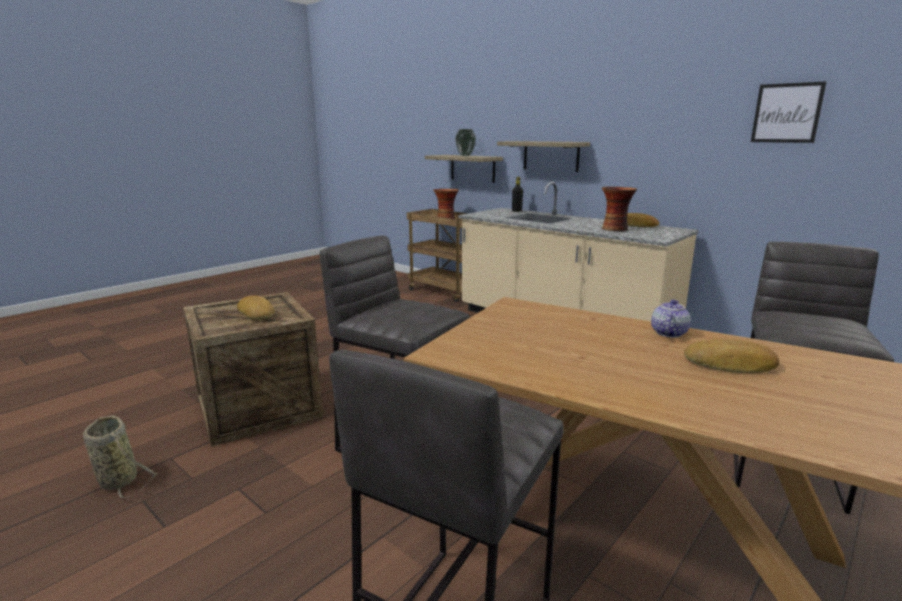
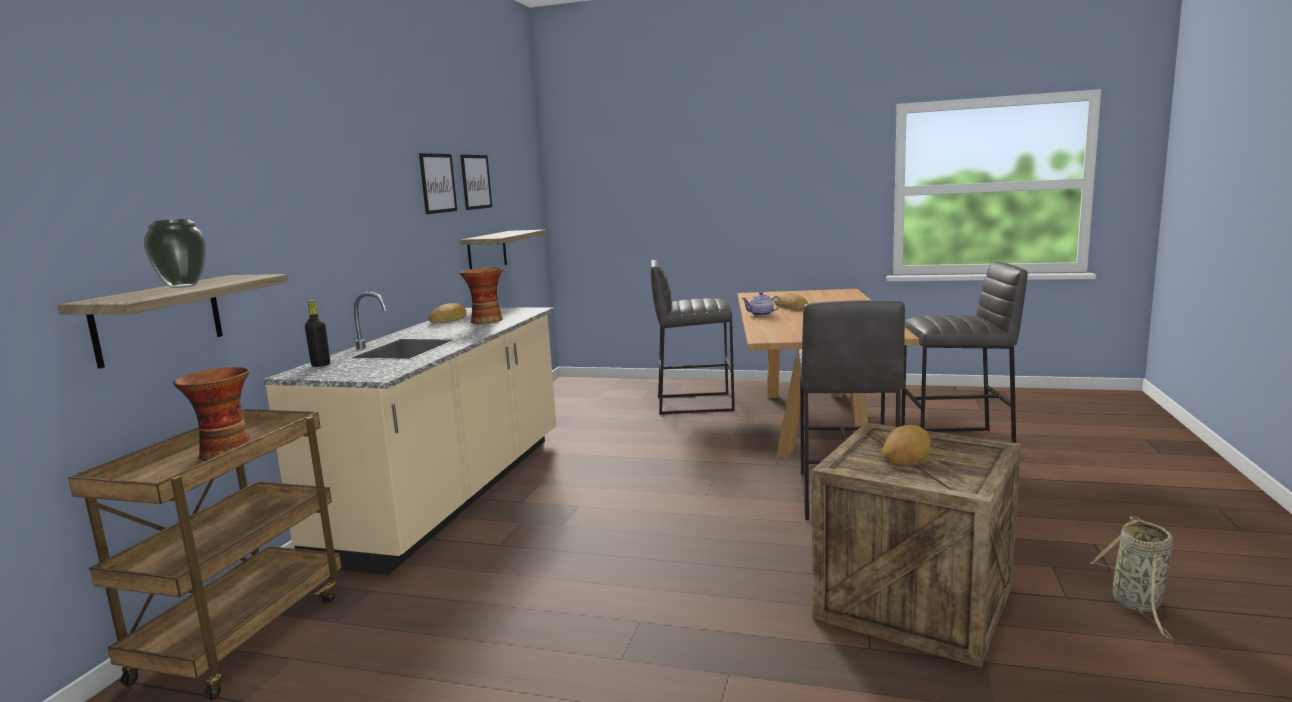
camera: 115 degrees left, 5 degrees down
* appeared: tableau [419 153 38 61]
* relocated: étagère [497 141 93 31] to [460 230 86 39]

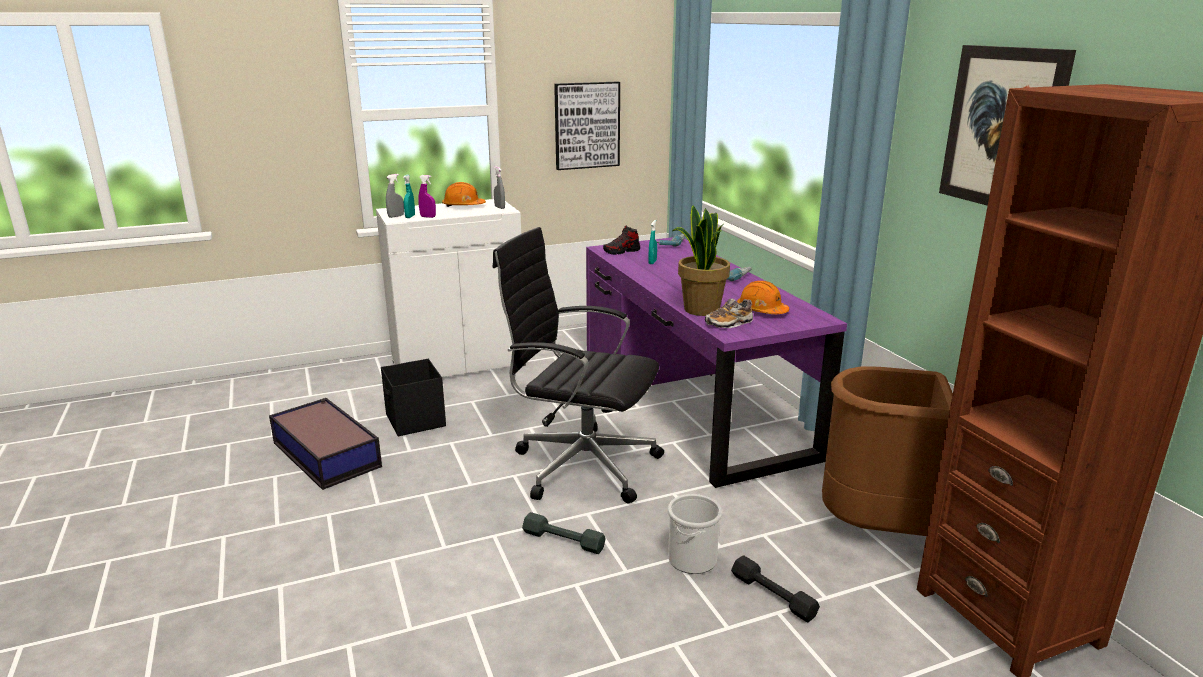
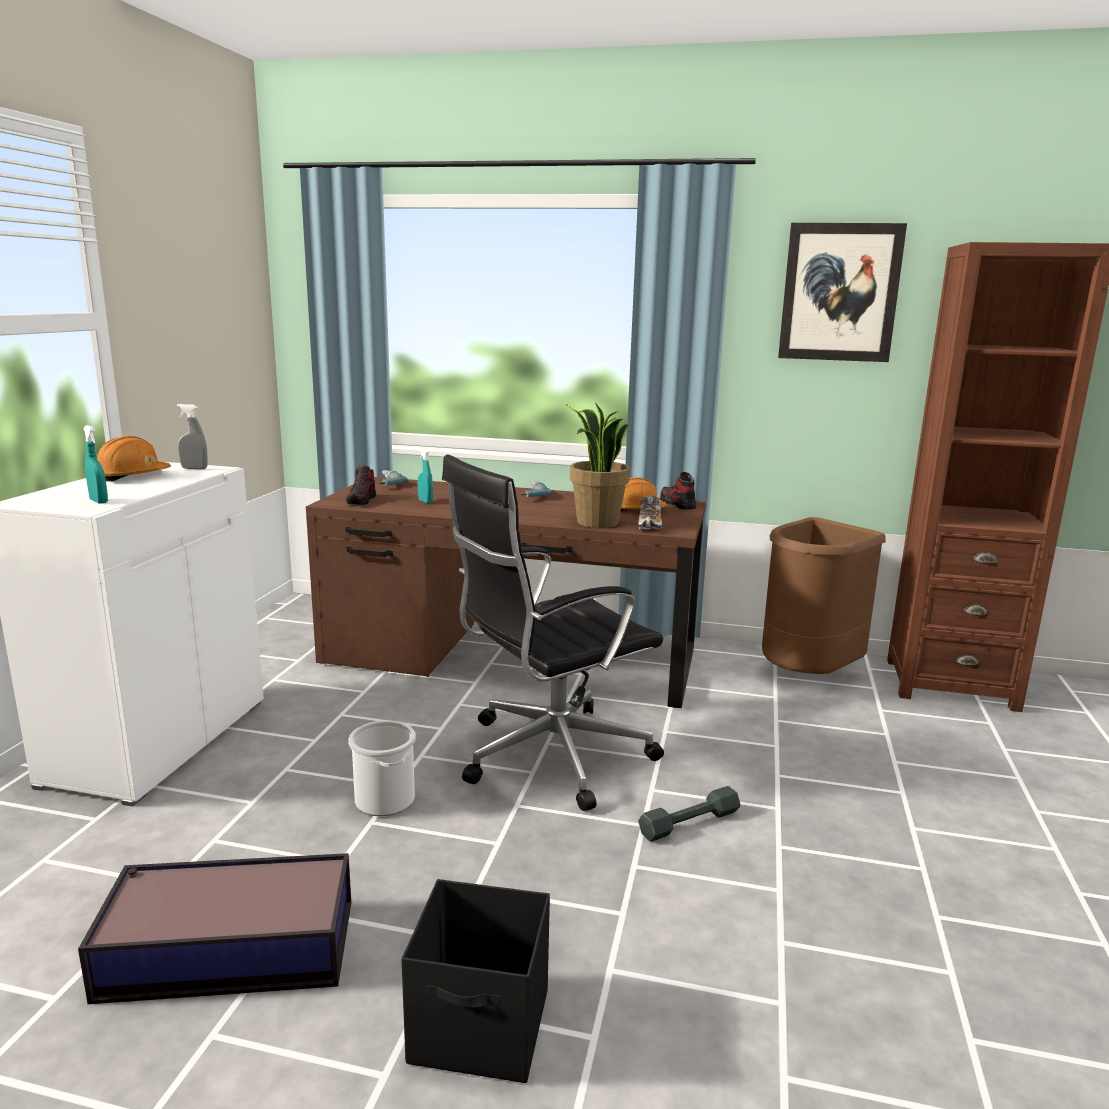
camera: 55 degrees left, 5 degrees down
* colour: bureau (violet) [586 237 261 251] to bureau (marron) [306 477 400 231]
* relocated: seau [668 494 55 80] to [348 720 68 96]
* relocated: boîte de rangement (noir) [381 359 65 77] to [402 879 148 204]
* appeared: chaussure [660 472 36 38]
* missing: vaporisateur (gris) [386 174 18 44]
* missing: vaporisateur (violet) [418 175 18 43]
* missing: tableau [554 82 66 88]
* missing: haltère (noir) [731 555 89 67]

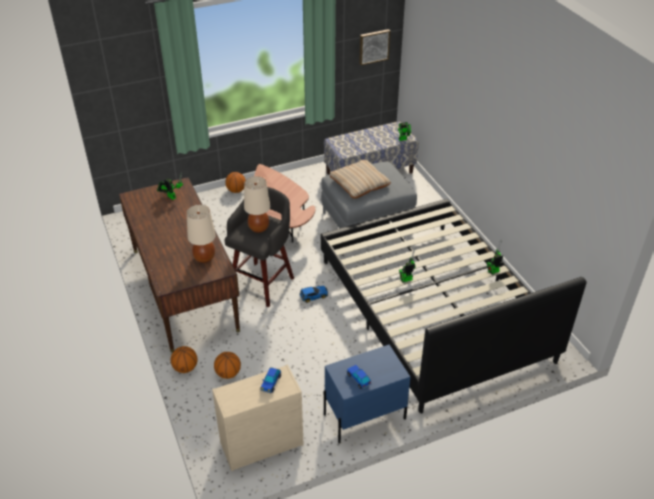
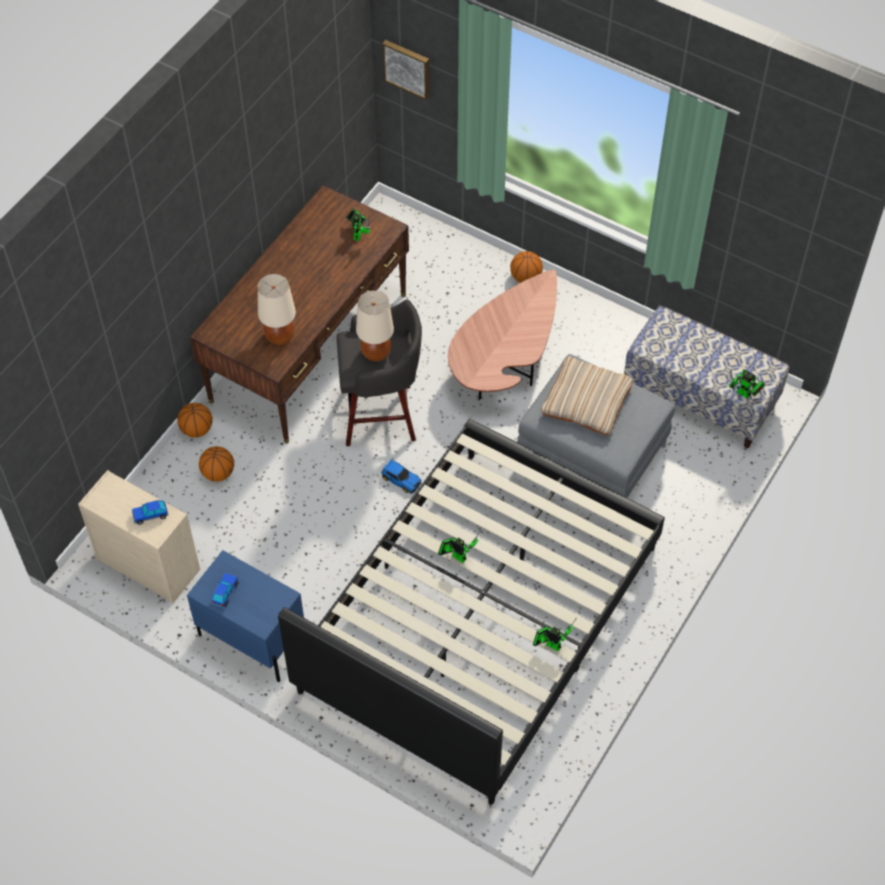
camera: 55 degrees right, 15 degrees up
* relocated: tableau [359 29 31 36] to [382 40 48 60]

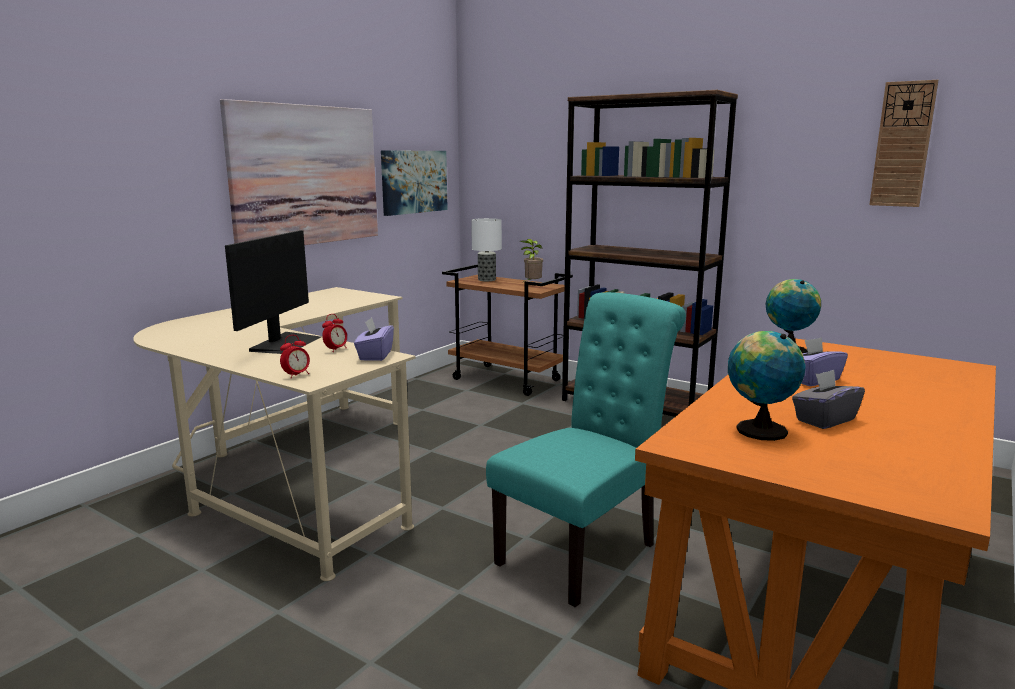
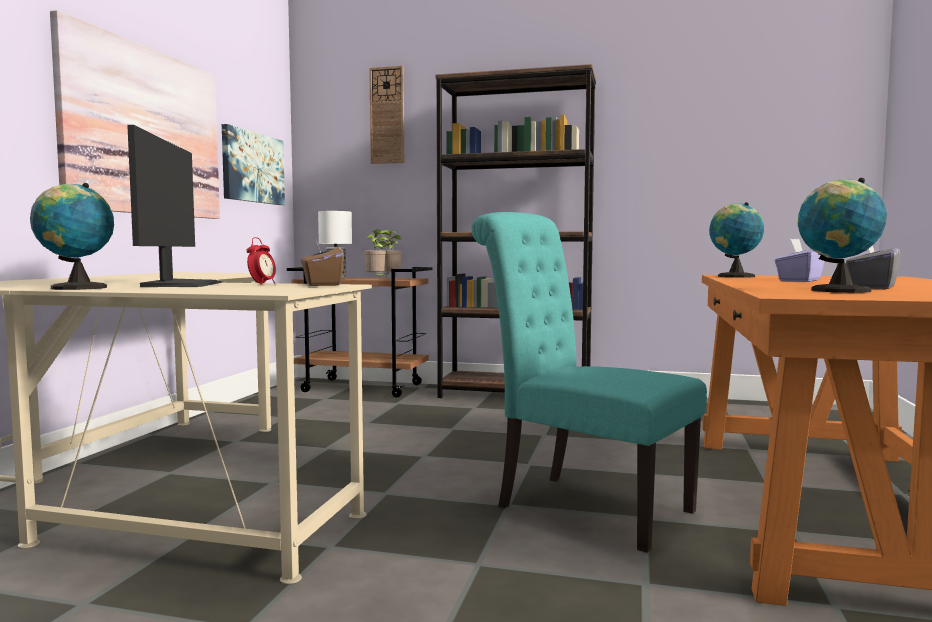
camera: 20 degrees left, 10 degrees down
* appeared: globe [30 183 84 107]
* colour: boîte à mouchoirs (violet) [354 317 40 44] to boîte à mouchoirs (marron) [301 238 43 48]
* appeared: plante en pot [364 229 25 48]
* relocated: horloge murale [869 80 69 127] to [369 66 35 98]
* spun: chaise (turquoise) [486 292 200 315] = [472 212 235 341] 75 degrees counterclockwise
* missing: réveil [280 335 30 44]

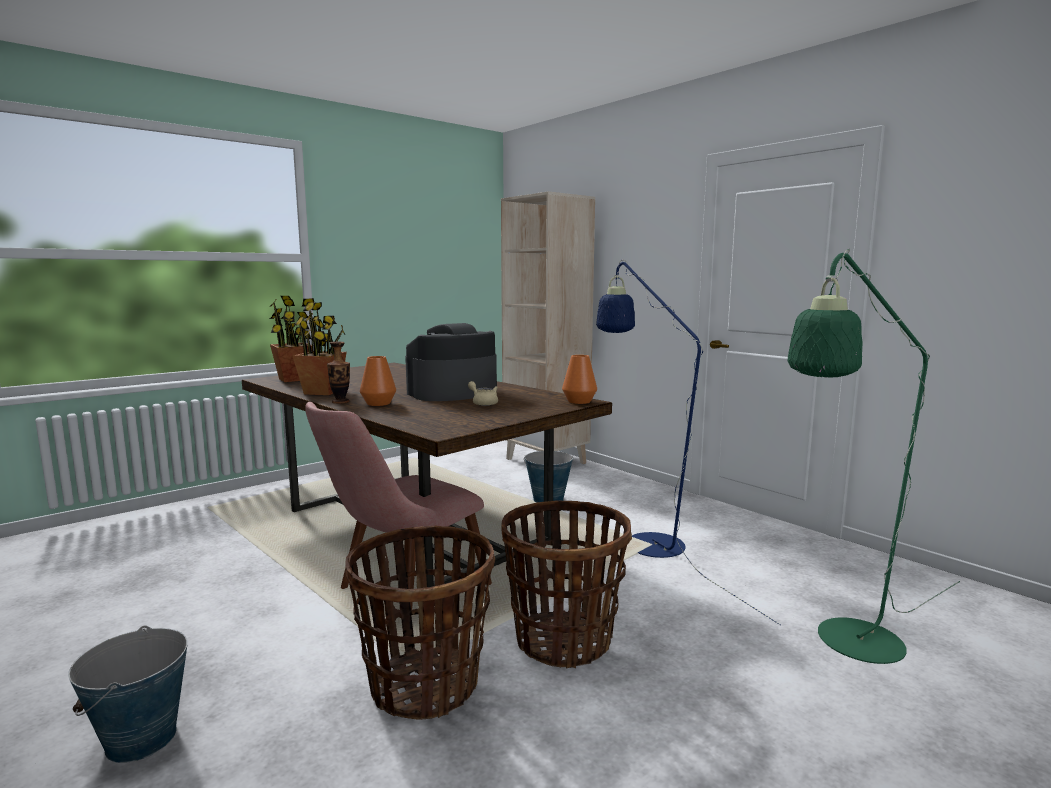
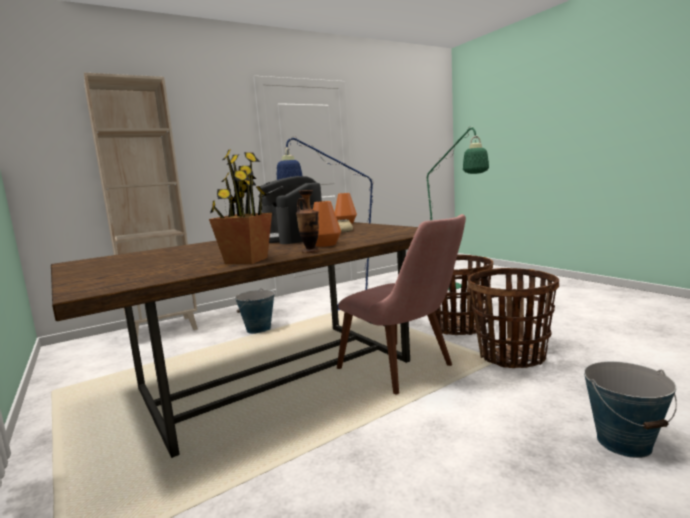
camera: 80 degrees left, 0 degrees up
* missing: plante en pot [269 296 43 86]

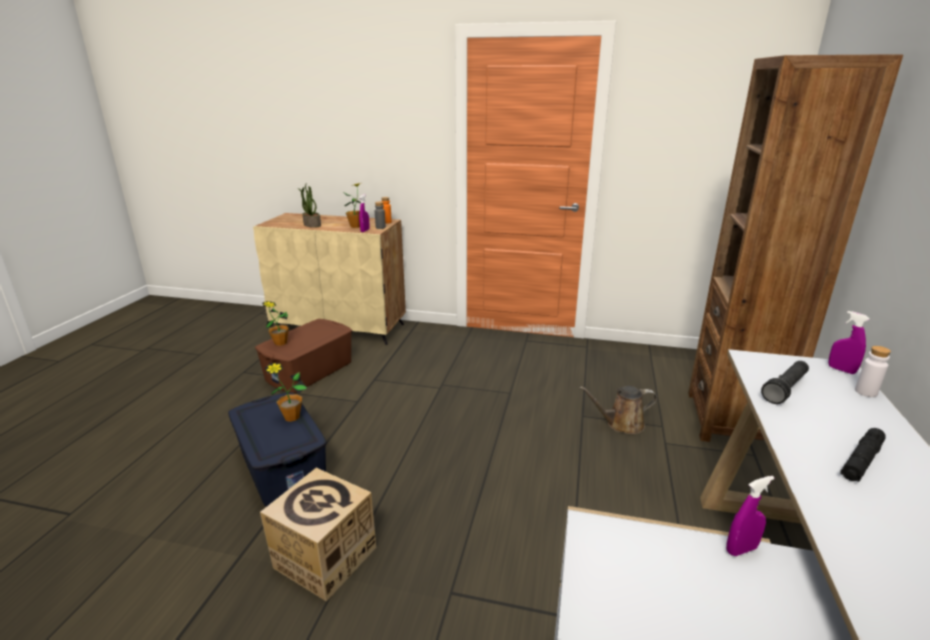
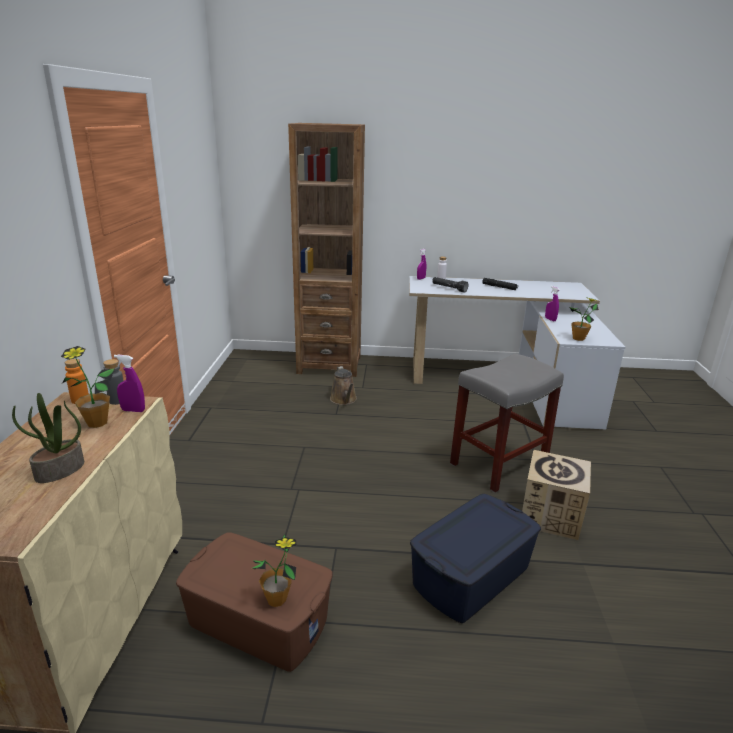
camera: 100 degrees left, 0 degrees up
* appeared: tabouret (gris) [450 354 114 139]
* relocated: plante en pot [265 363 42 59] to [569 298 30 43]

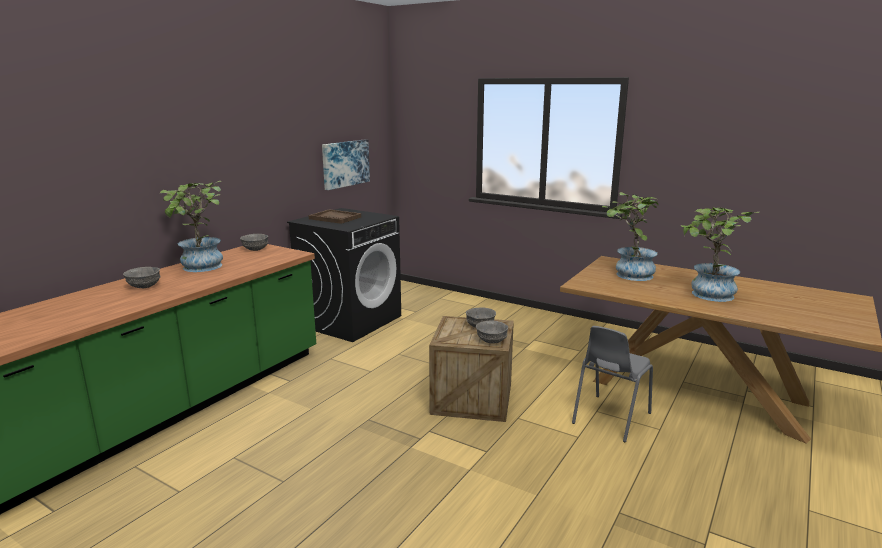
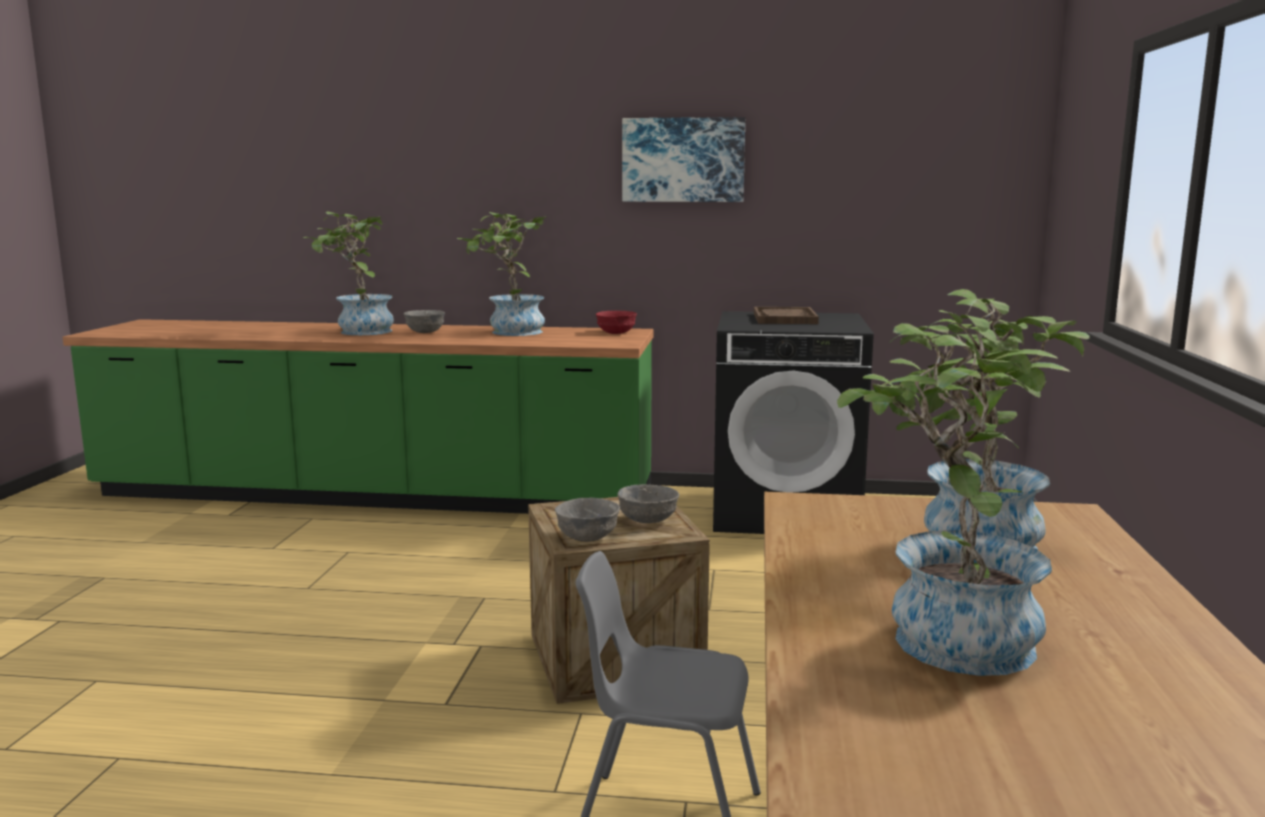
camera: 65 degrees right, 5 degrees down
* appeared: plante en pot [303 211 91 124]
* colour: bol (gris) [240 234 28 17] to bol (rouge) [596 311 41 23]
* relocated: tableau [322 139 48 51] to [622 117 123 85]

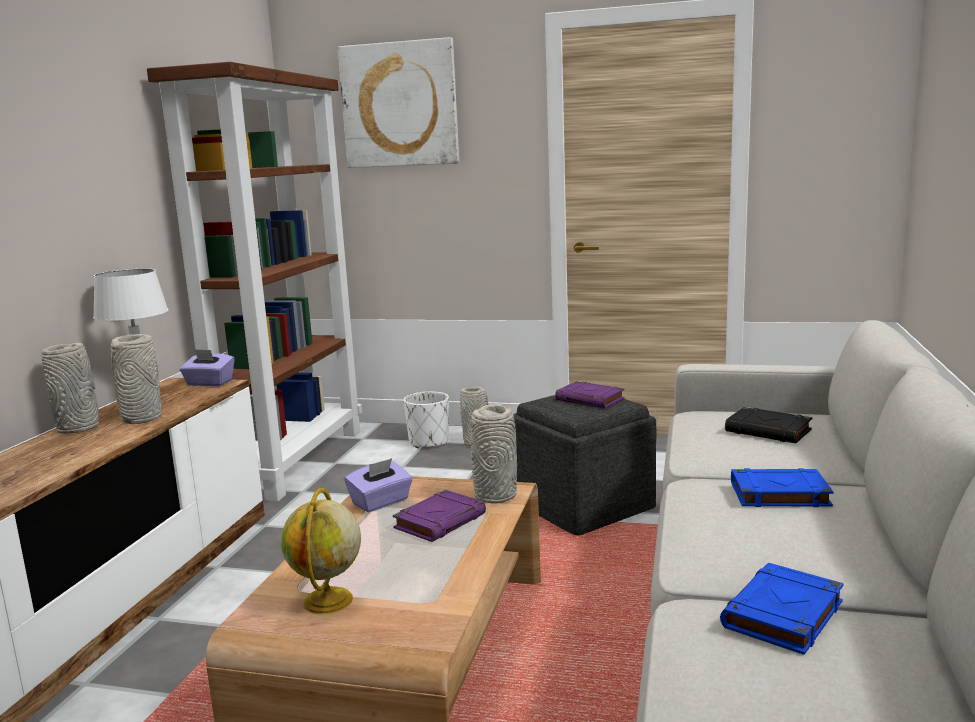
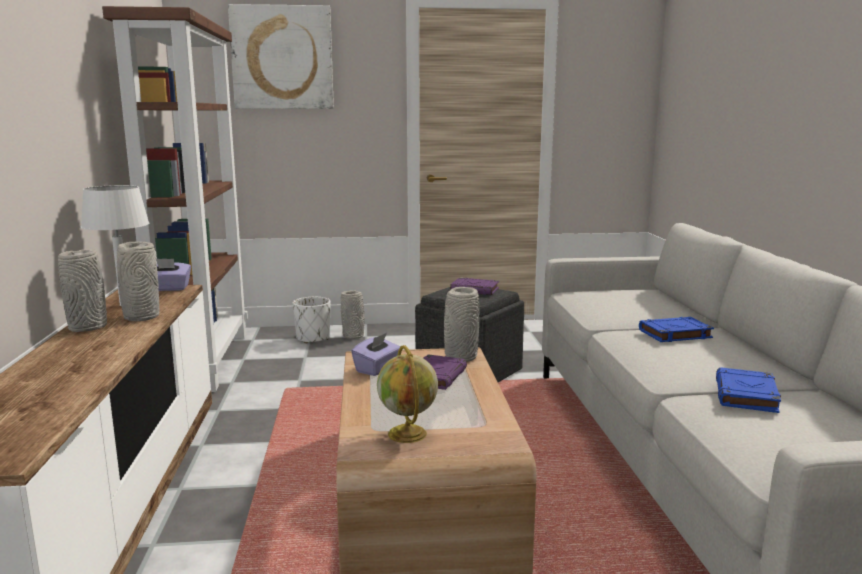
camera: 20 degrees left, 0 degrees up
* missing: livre (noir) [725 407 87 36]

